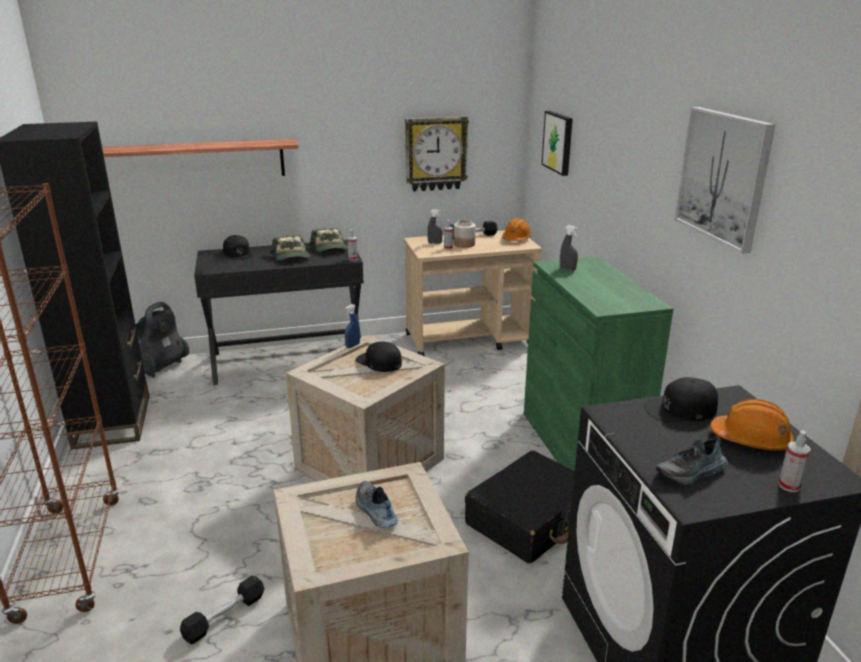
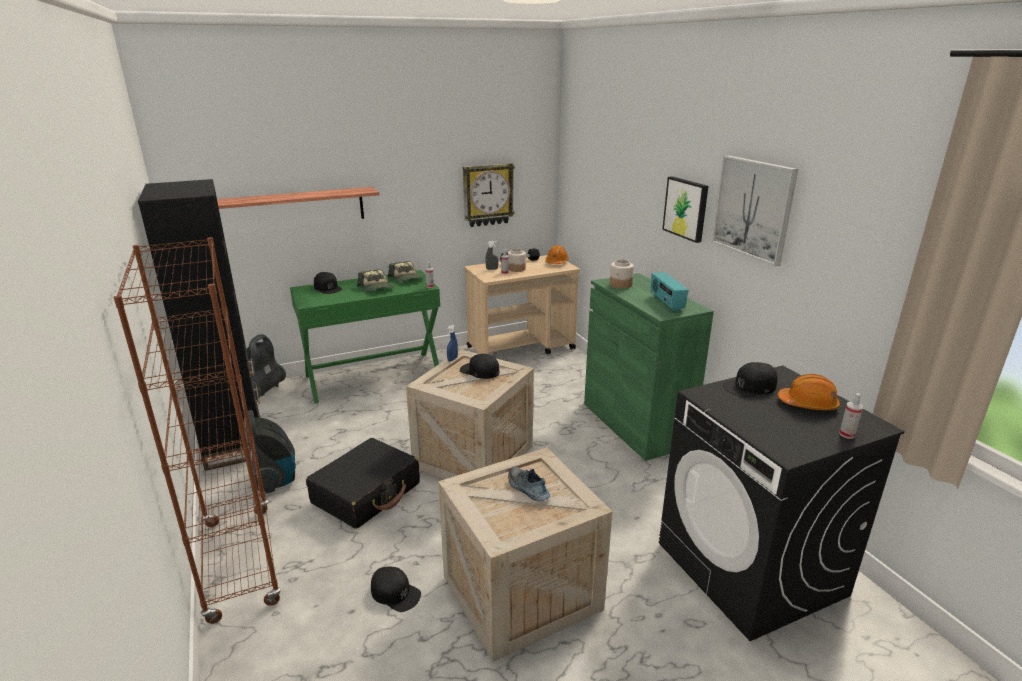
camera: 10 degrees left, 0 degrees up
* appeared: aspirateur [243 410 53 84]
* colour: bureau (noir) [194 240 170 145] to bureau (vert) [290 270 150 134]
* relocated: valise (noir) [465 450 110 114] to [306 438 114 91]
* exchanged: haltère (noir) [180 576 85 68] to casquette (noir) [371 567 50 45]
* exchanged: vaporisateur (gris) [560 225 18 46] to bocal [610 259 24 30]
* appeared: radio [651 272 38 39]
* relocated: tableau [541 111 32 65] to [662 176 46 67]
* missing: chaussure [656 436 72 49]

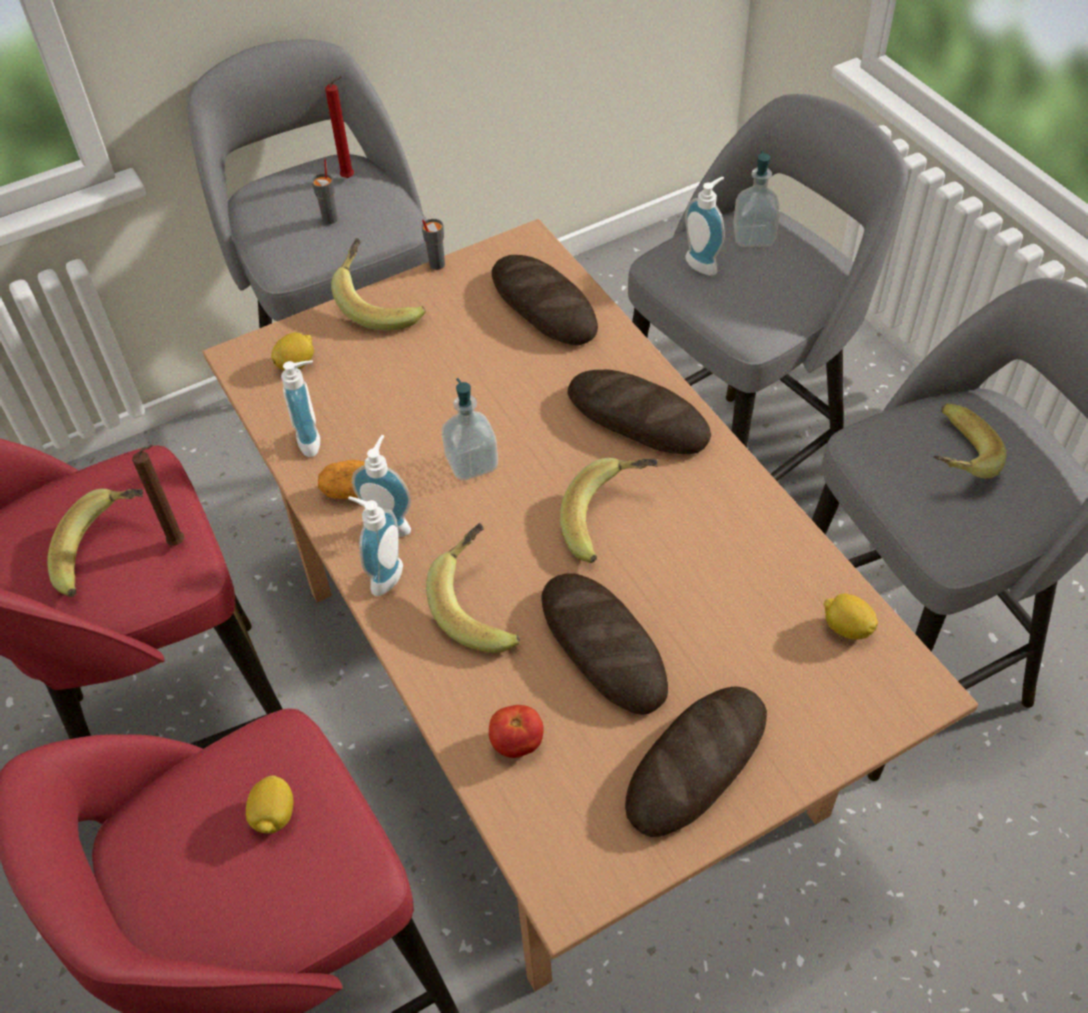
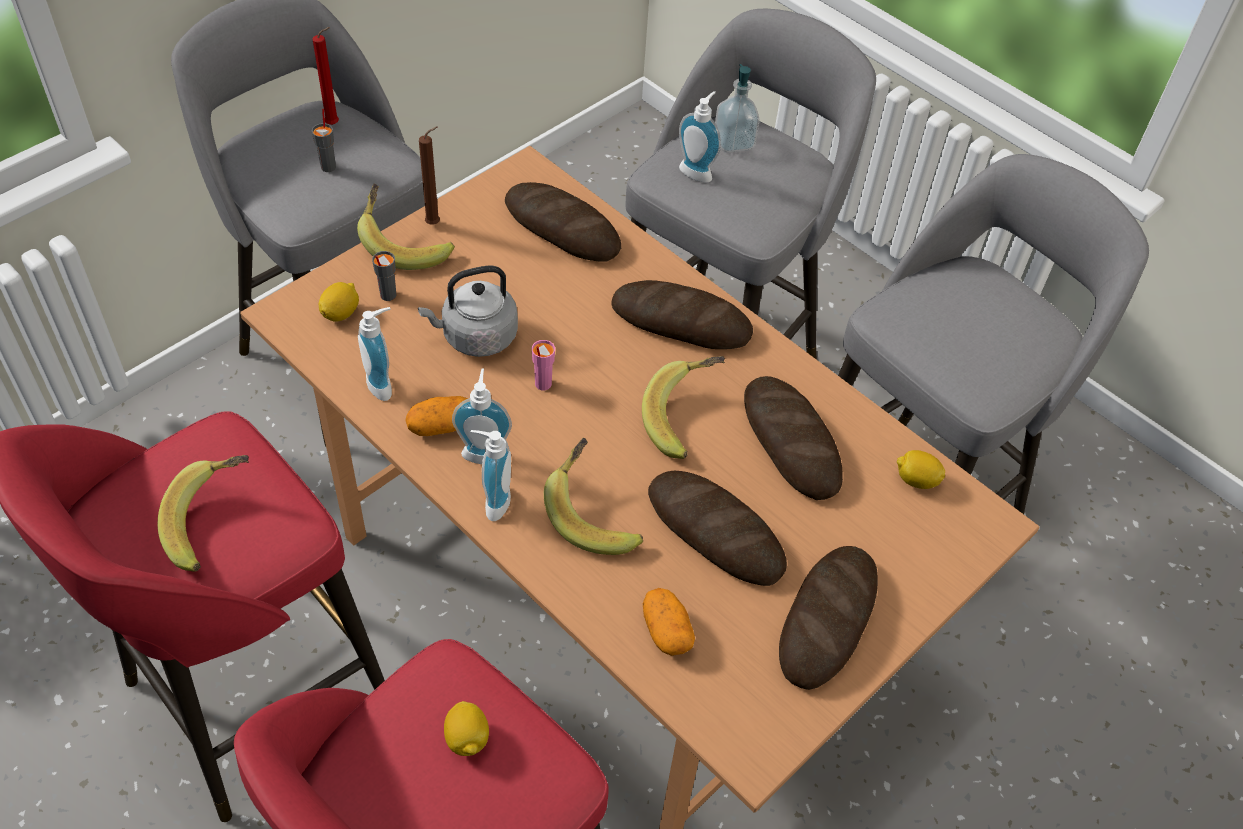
camera: 20 degrees left, 0 degrees up
* relocated: tasse (gris) [421 219 24 51] to [372 251 24 50]
* appeared: bouilloire (gris) [418 266 100 91]
* relocated: bougie (marron) [132 445 52 101] to [419 126 21 99]
* exchanged: distributeur de savon [442 378 56 102] to tasse (rose) [532 340 23 50]
* exchanged: tomate [489 705 55 53] to pomme de terre [643 588 52 68]
* appeared: pain [744 376 99 124]
* missing: banane [934 404 73 75]

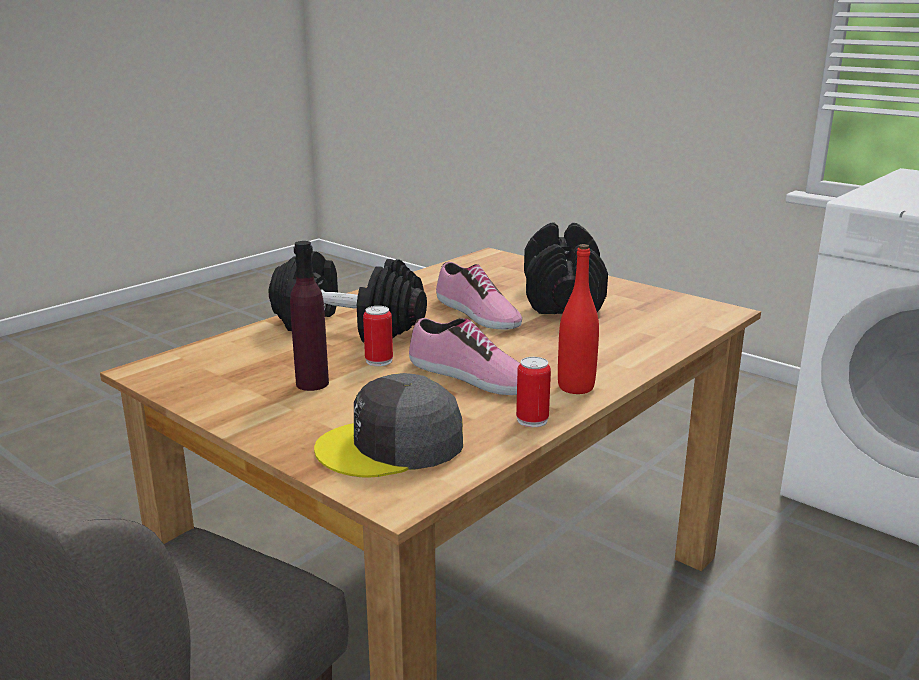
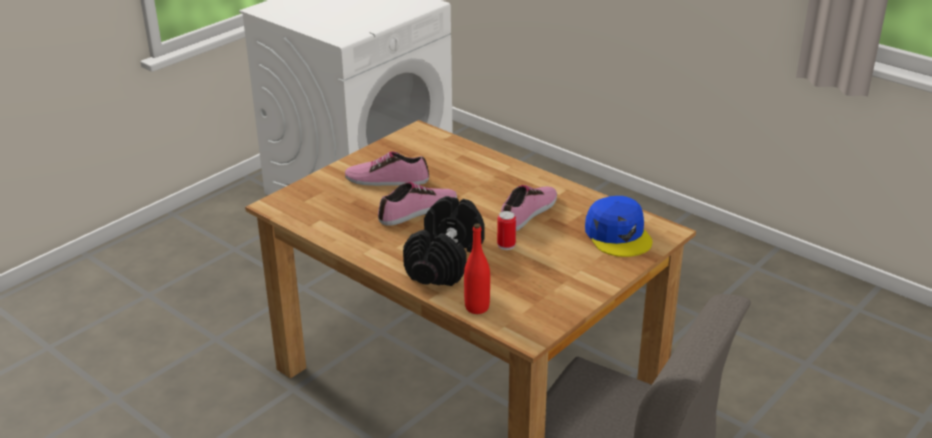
camera: 90 degrees left, 10 degrees up
* exchanged: haltère (noir) [524 222 84 92] to chaussure [345 151 84 35]
* relocated: bouteille (rouge) [558 244 41 150] to [464 223 26 91]
* colour: casquette (gris) [314 373 149 105] to casquette (bleu) [585 196 68 61]
* missing: bouteille (violet) [290 241 39 150]
* missing: boîte métallique [516 357 35 70]

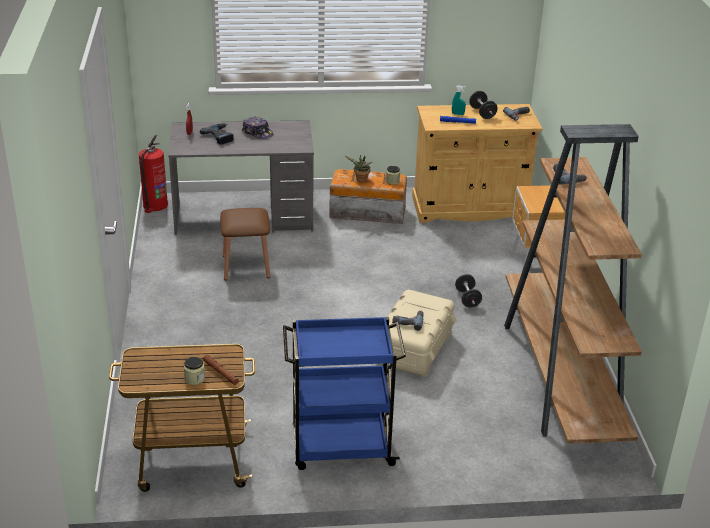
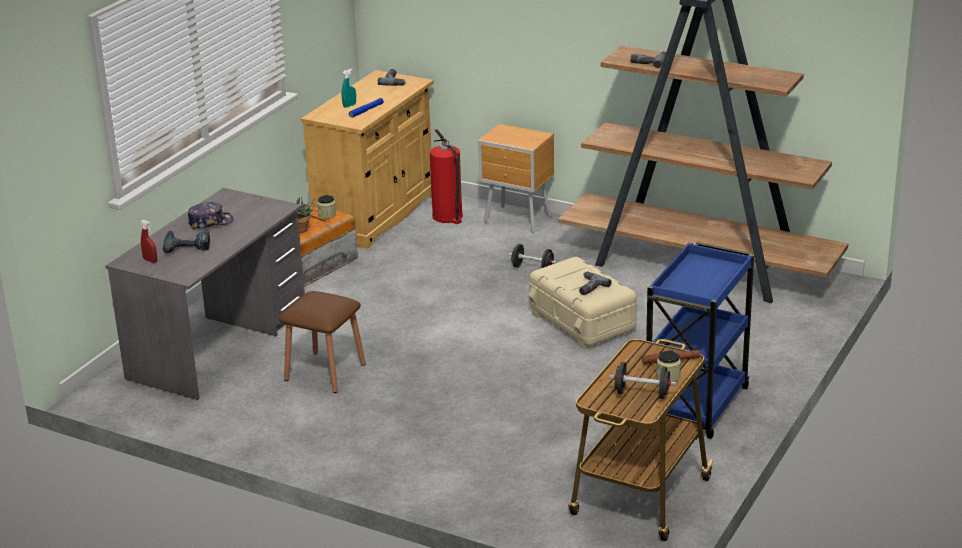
camera: 55 degrees left, 5 degrees down
* relocated: extincteur [139 135 29 78] to [430 129 33 95]
* relocated: haltère (noir) [469 91 29 28] to [609 362 67 37]

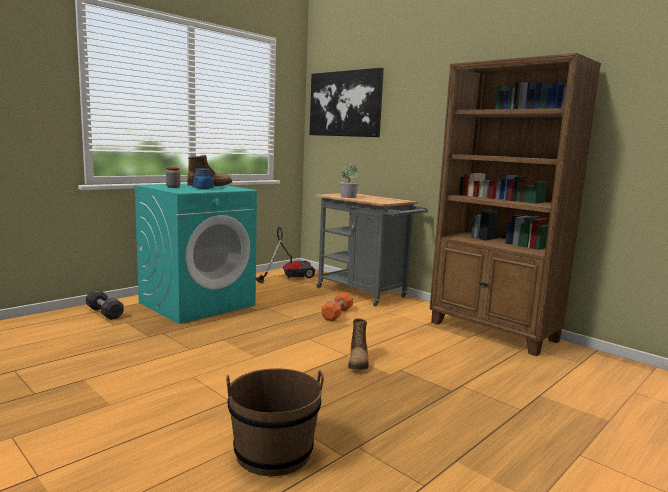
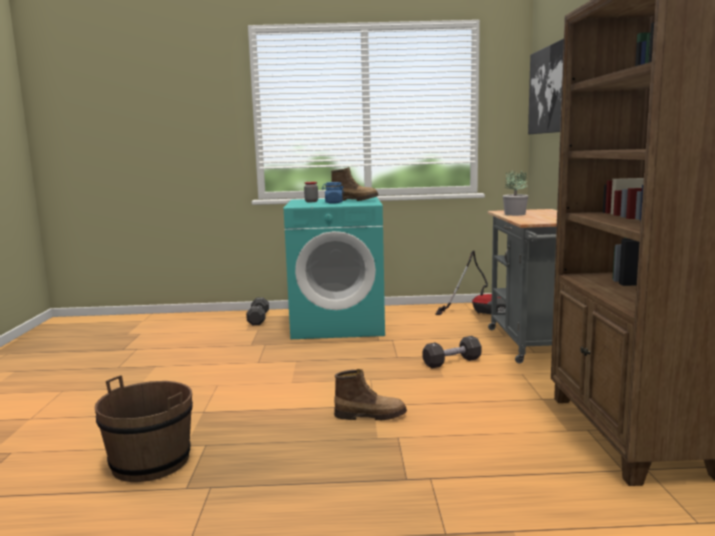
camera: 45 degrees right, 0 degrees up
* spun: botte [348 318 21 52] = [334 369 73 51] 135 degrees counterclockwise
* colour: haltère (orange) [321 292 32 29] to haltère (noir) [422 336 60 32]

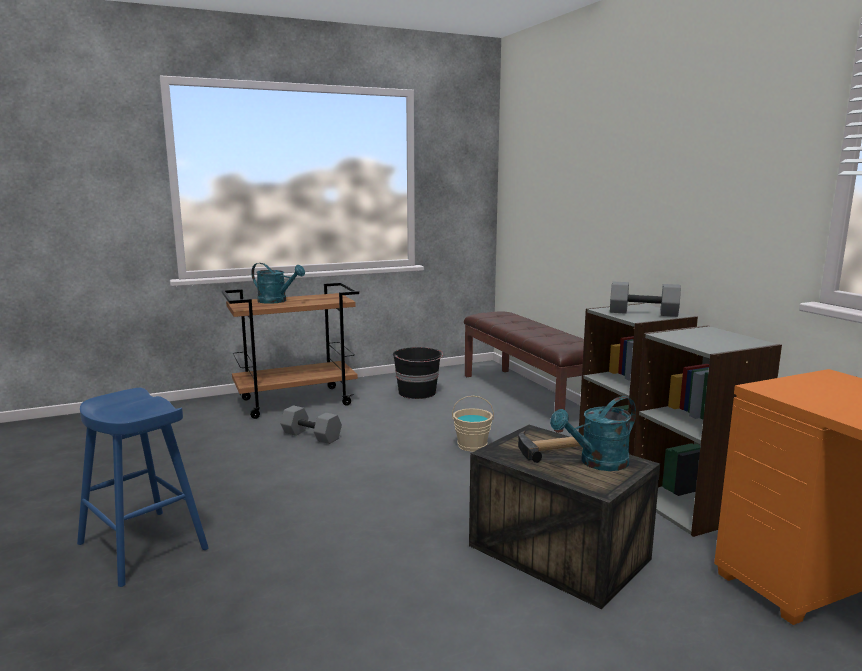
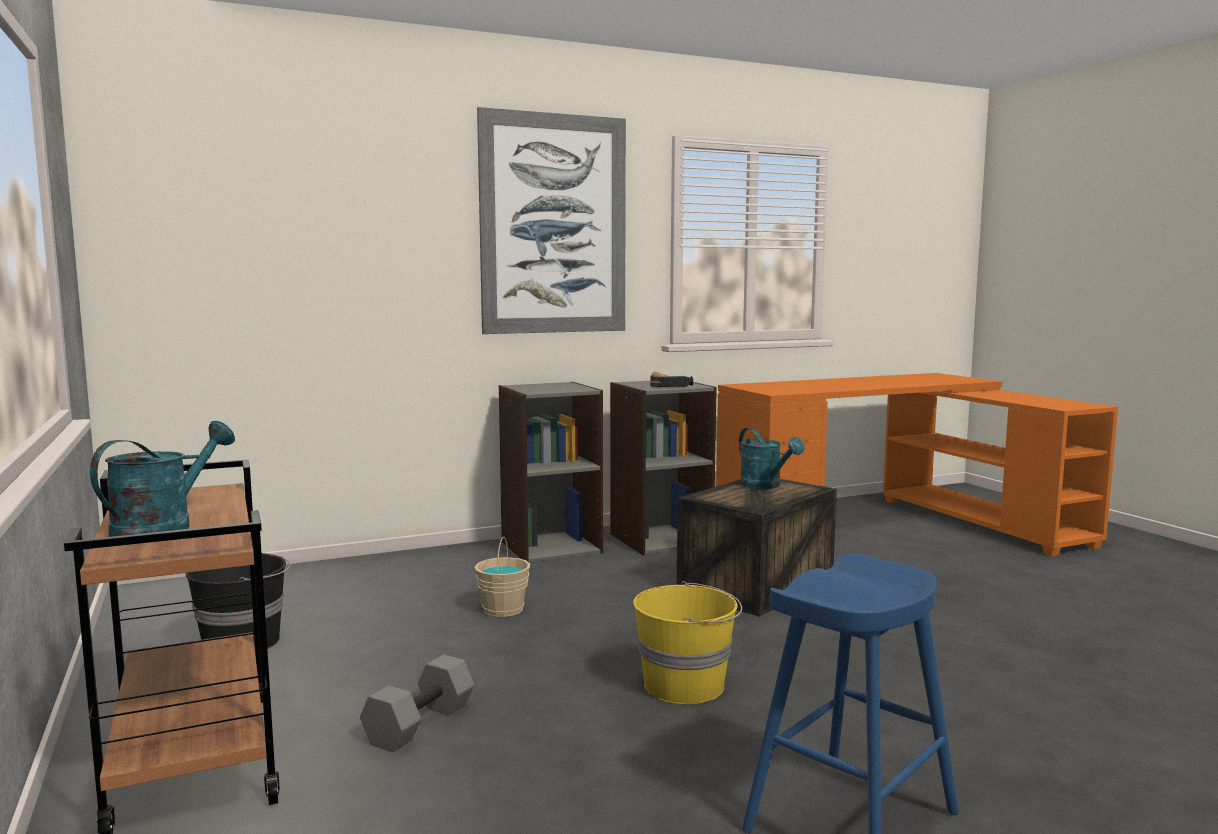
camera: 90 degrees left, 5 degrees down
* appeared: tableau [477 107 149 227]
* appeared: seau (jaune) [633 581 109 123]
* relocated: marteau [518 431 66 32] to [650 372 43 15]
* missing: banc (marron) [464 311 120 122]
* missing: haltère (gris) [610 282 71 35]

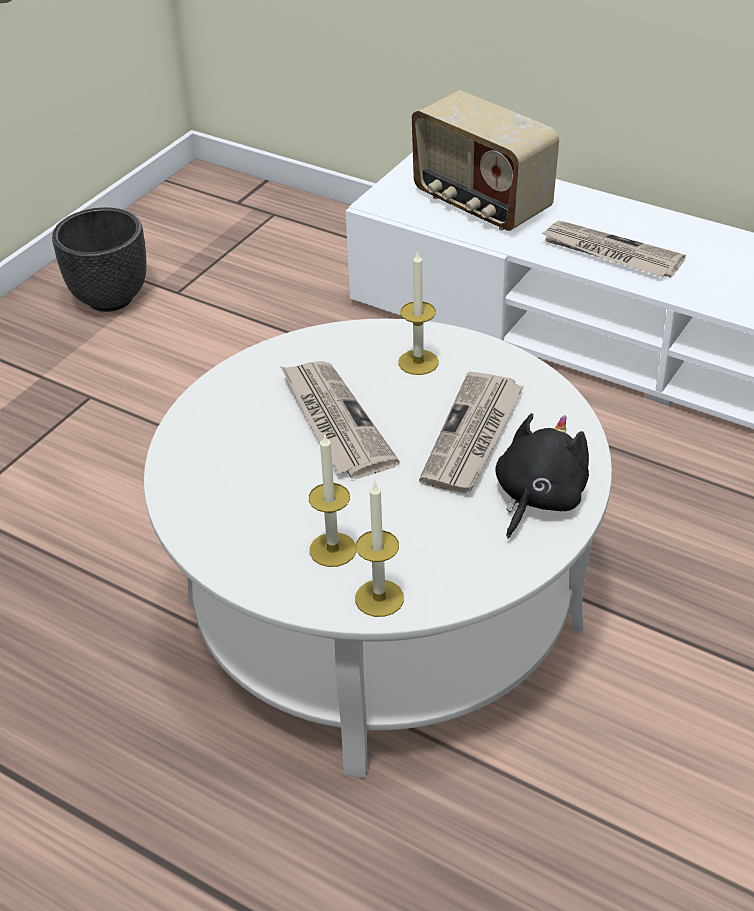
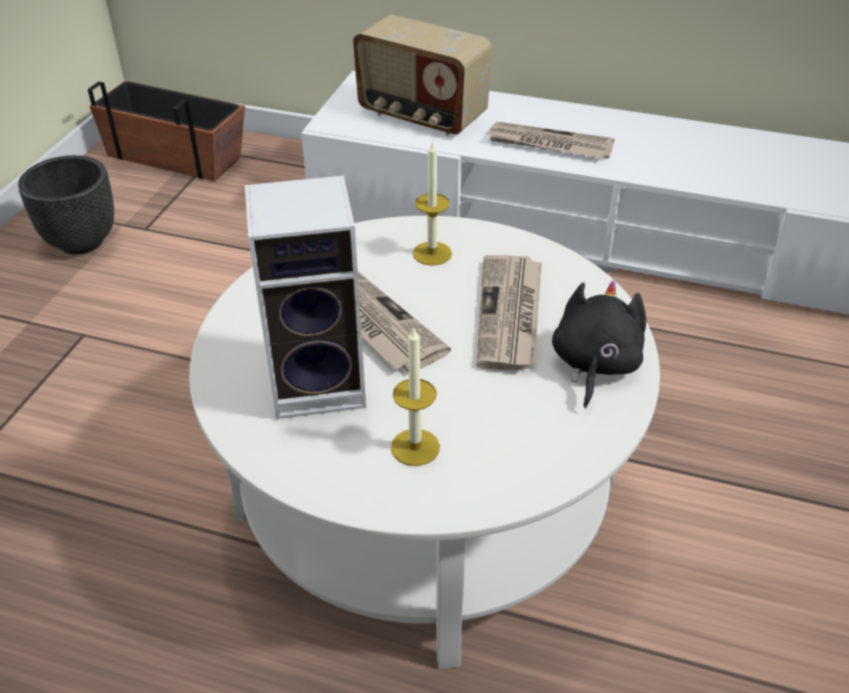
camera: 15 degrees left, 0 degrees up
* appeared: cache-pot [88 81 157 100]
* appeared: enceinte [245 175 121 244]
* missing: bougie [355 482 49 135]

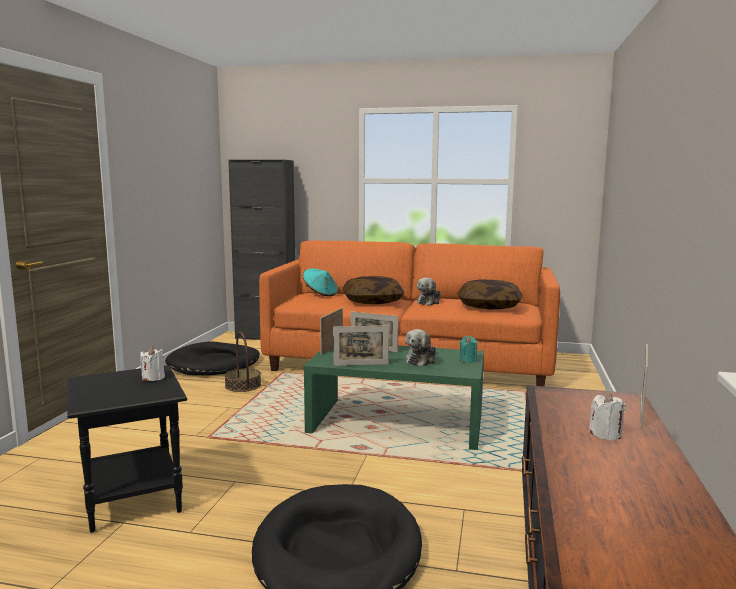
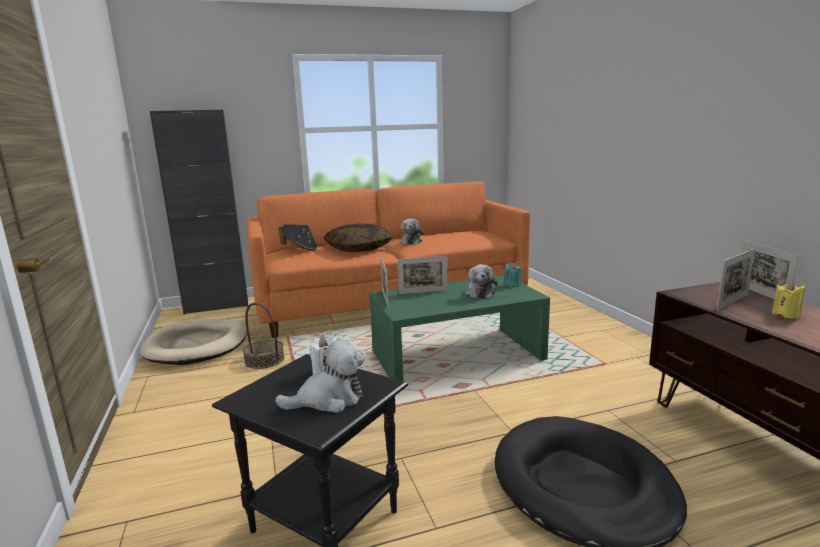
camera: 30 degrees left, 5 degrees up
* colour: panier pour chien (noir) [165 342 95 33] to panier pour chien (beige) [140 319 107 46]
* appeared: peluche [275 340 90 73]
* colour: chapeau (turquoise) [303 268 35 28] to chapeau (noir) [279 224 38 27]
* relocated: cadre photo [333 325 56 41] to [717 248 38 63]
* colour: bougie (blanc) [589 393 37 47] to bougie (jaune) [772 281 34 38]
* missing: coussin [458 279 65 30]

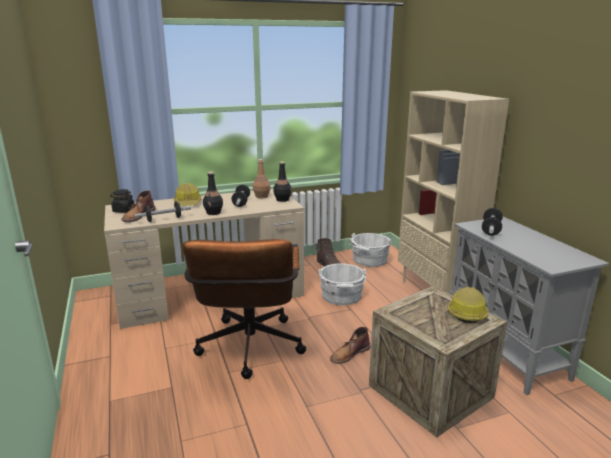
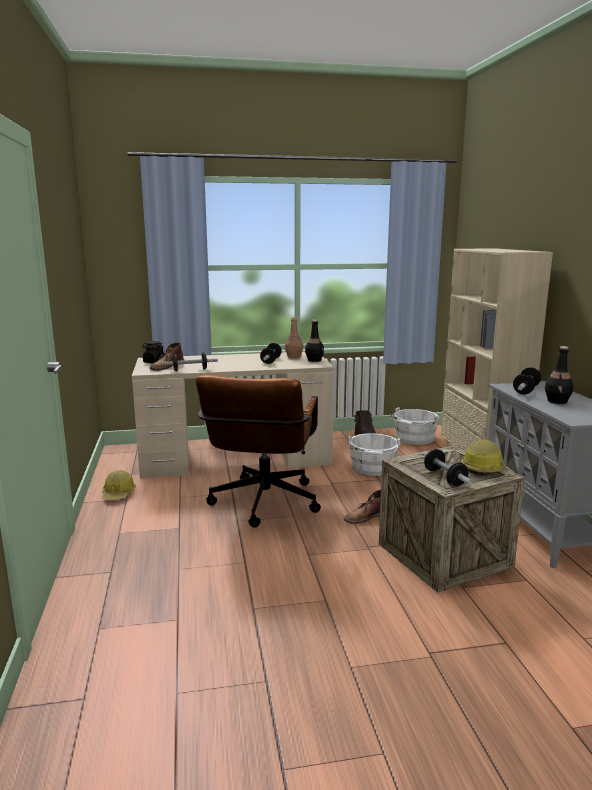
camera: 10 degrees right, 5 degrees down
* relocated: casque de chantier [174 183 28 23] to [102 470 34 30]
* appeared: haltère [422 449 50 37]
* relocated: bouteille (noir) [203 172 20 43] to [545 346 29 58]

